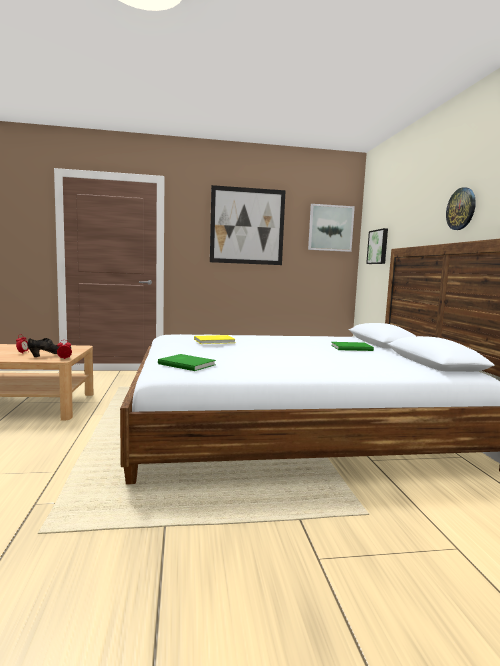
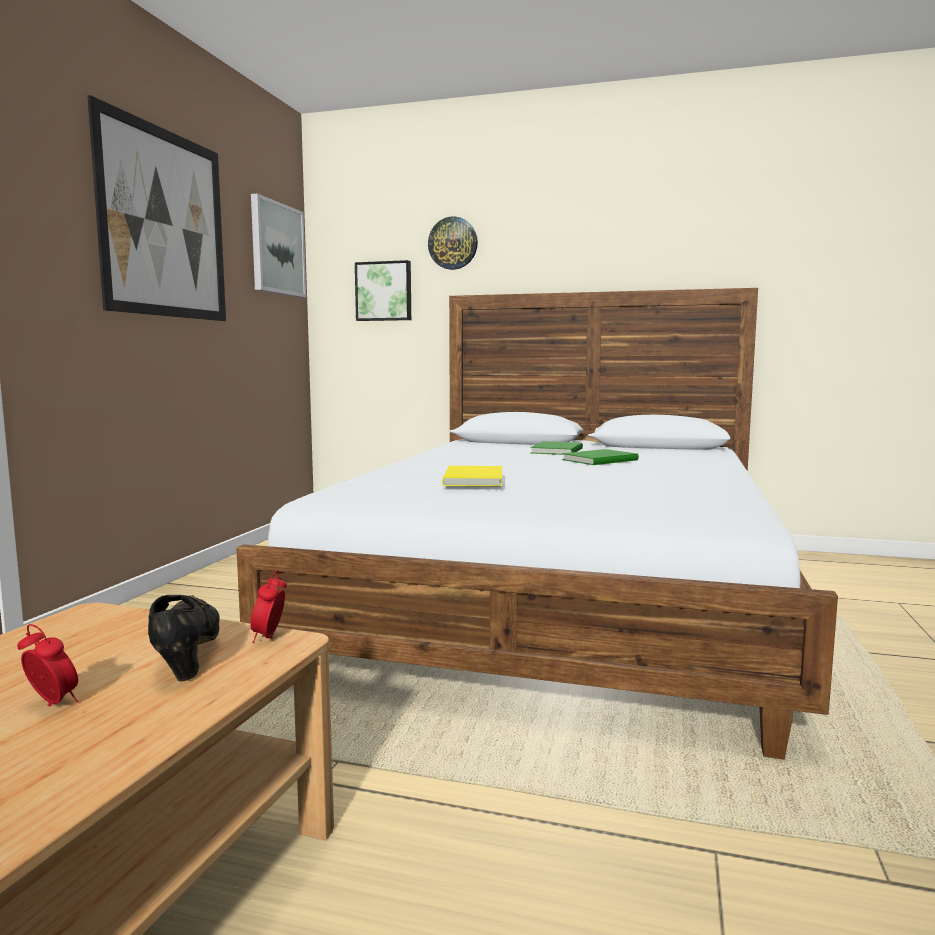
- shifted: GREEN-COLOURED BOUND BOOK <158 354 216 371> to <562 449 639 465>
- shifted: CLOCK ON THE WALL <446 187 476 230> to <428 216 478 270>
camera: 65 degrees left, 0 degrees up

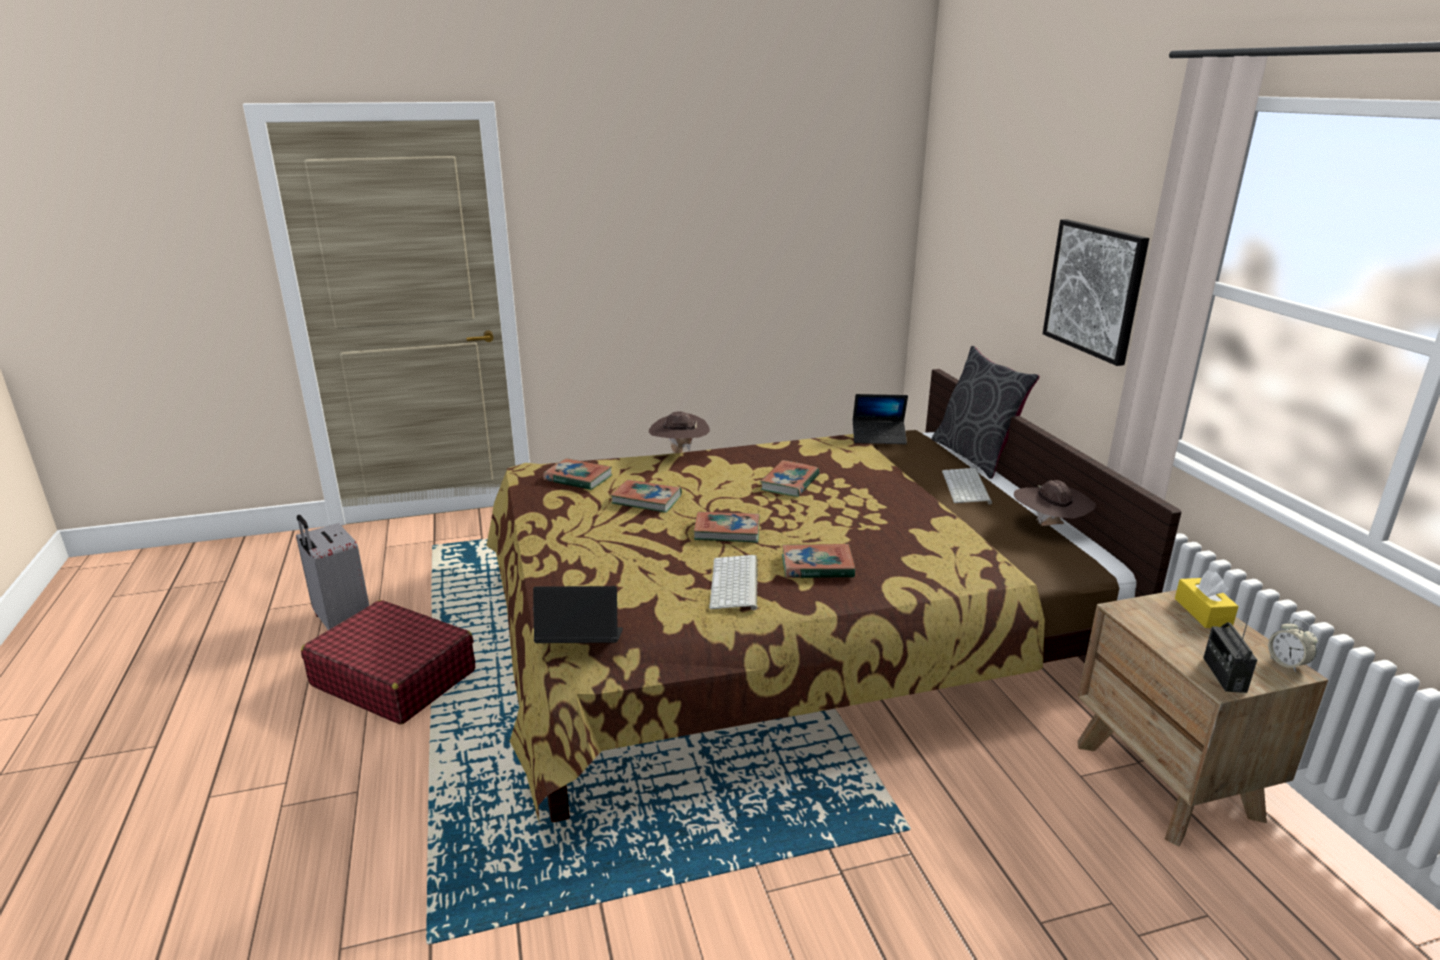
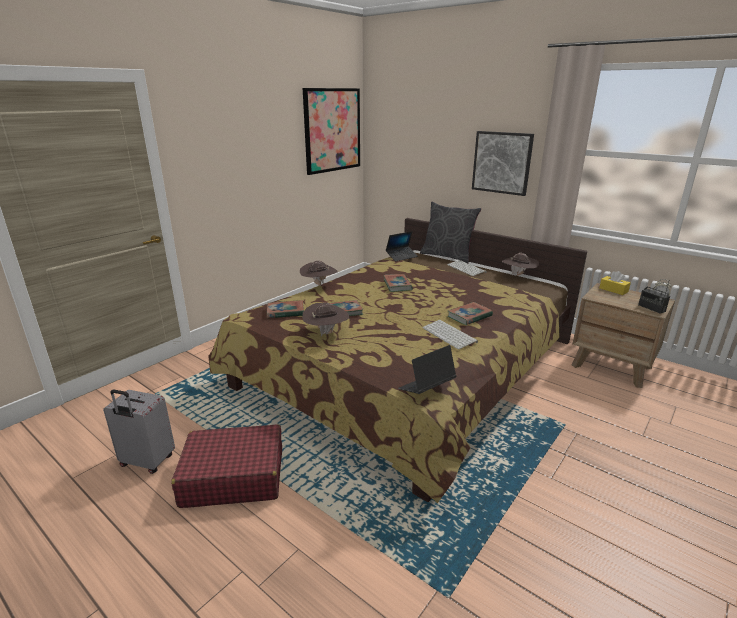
- gone: BOUND BOOK <694 512 759 543>
- new: BROWN-COLOURED WEARABLE HAT <302 303 349 336>
- new: WALL ART <303 88 360 175>
camera: 35 degrees left, 0 degrees up

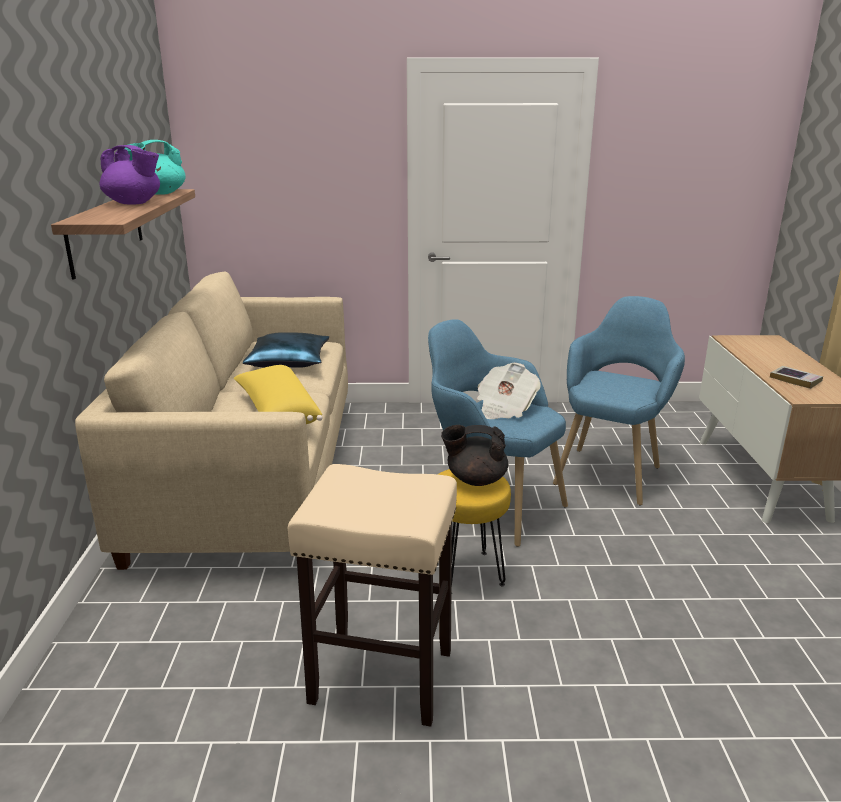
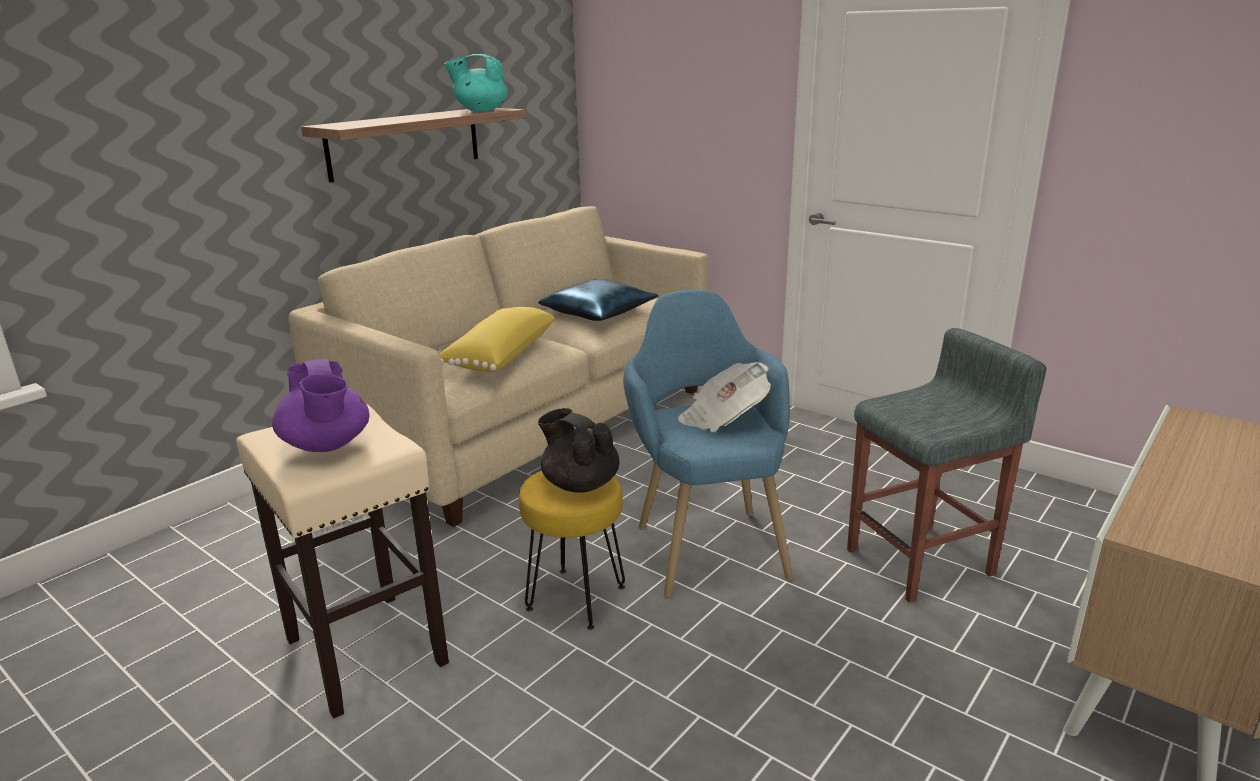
- shifted: PURPLISH POT FOR TEA <99 145 160 205> to <272 359 369 452>
- swapped: BLUISH LOUNGE CHAIR <553 296 685 506> to GRAY SITTING STOOL <847 328 1046 603>
- gone: BOUND BOOK <770 366 823 389>
camera: 40 degrees right, 0 degrees up

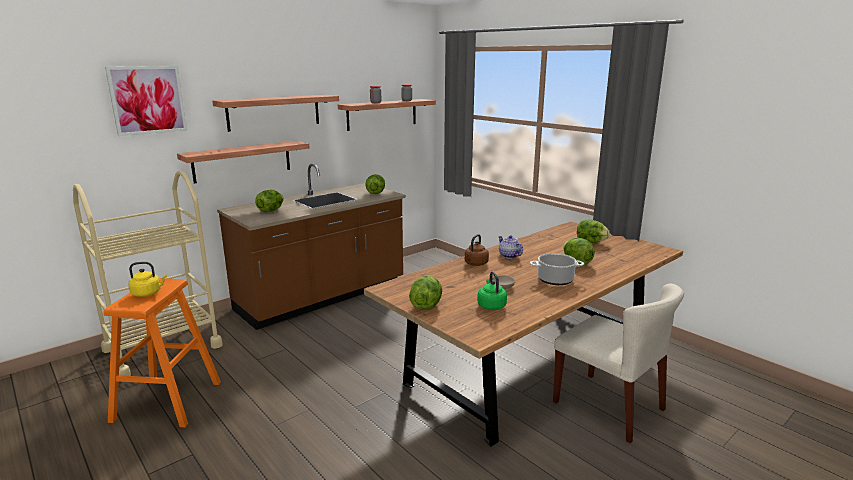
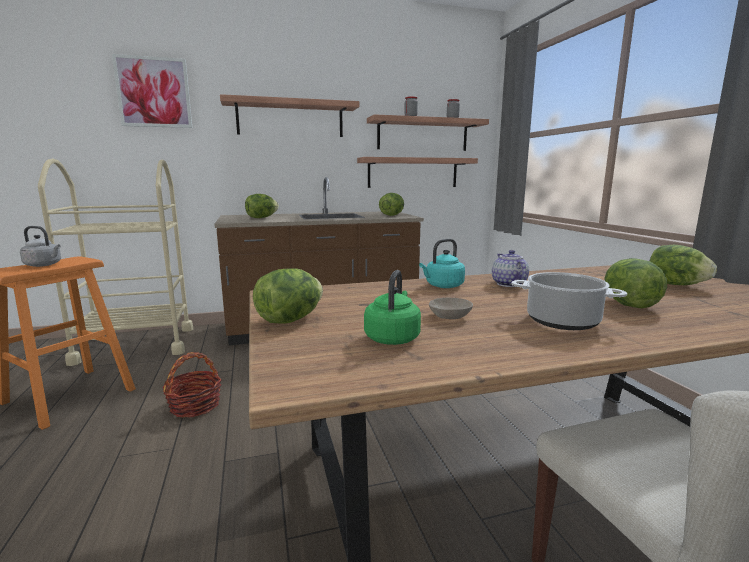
- repainted: YELLOWISH KETTLE <128 262 167 297> to GRAY KETTLE <20 226 61 267>
- shifted: SHELF <177 141 309 184> to <357 157 478 188>
- repainted: BROWN-COLOURED KETTLE <465 234 489 266> to TURQUOISE KETTLE <419 239 465 288>
- new: STORAGE BASKET <163 352 222 418>
camera: 25 degrees right, 5 degrees down

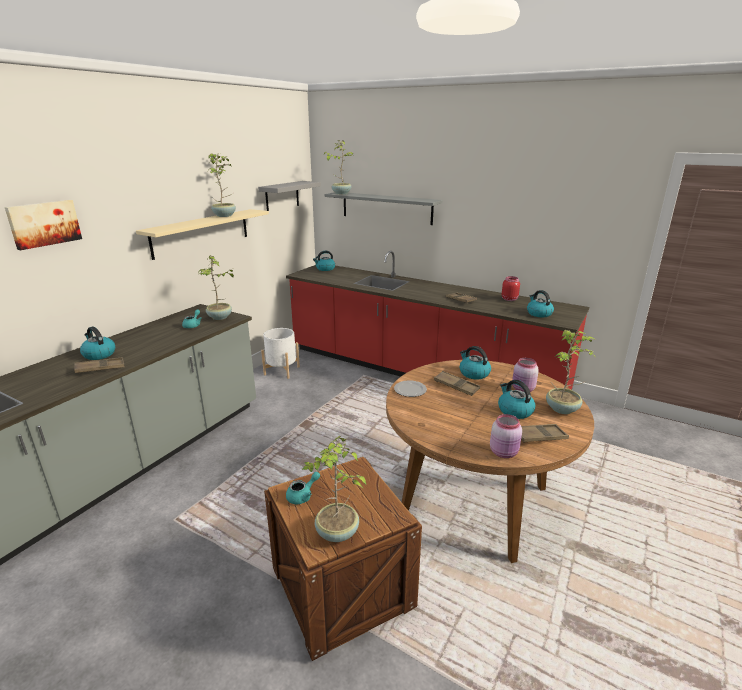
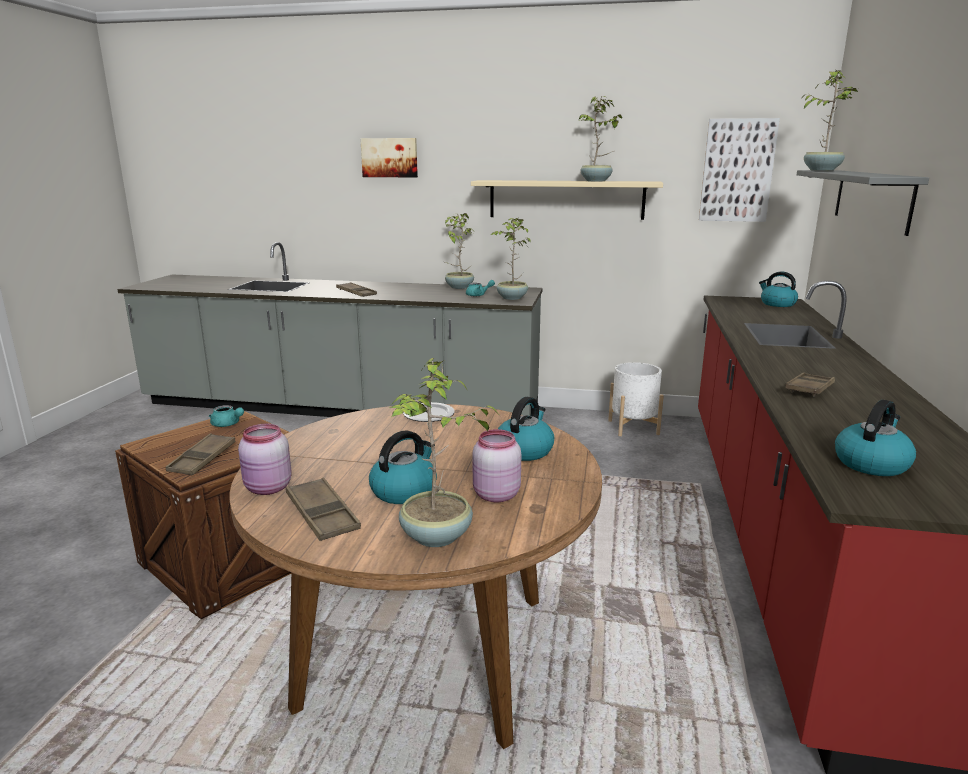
- gone: KETTLE <80 327 115 360>
- swapped: GRAY SHELF <258 181 321 211> to WALL ART <699 118 780 222>
- shifted: PLANT IN A POT <302 436 366 542> to <445 213 474 289>
- shifted: BROWN-COLOURED TRAY <434 371 480 396> to <165 433 235 475>
- gone: RED-COLOURED STORAGE JAR <502 276 520 301>
camera: 70 degrees right, 5 degrees down

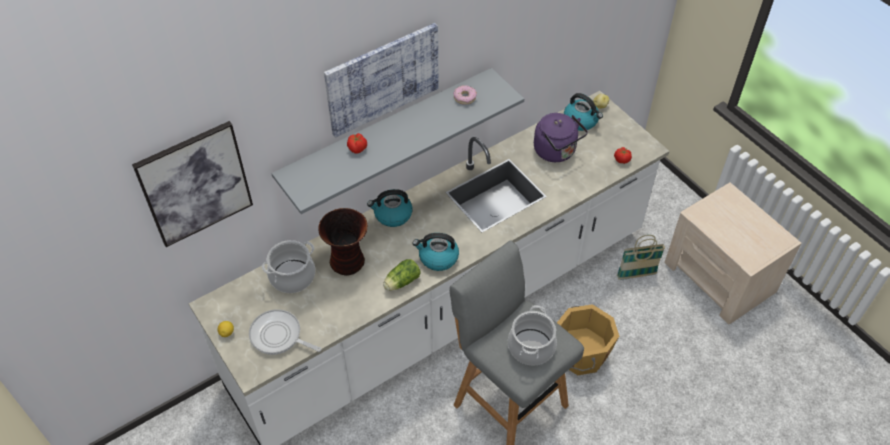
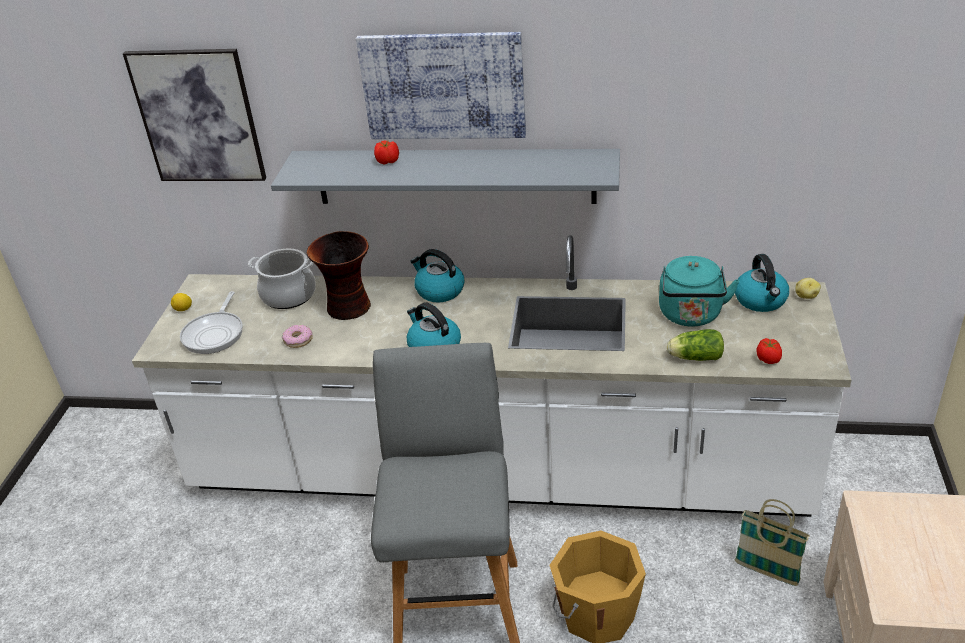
- rotated: SKILLET <249 309 321 355> = <180 291 243 354> 150 degrees counterclockwise
- shifted: HEAD OF LETTUCE <383 259 421 291> to <667 329 724 361>
- shifted: DOUGHNUT <453 85 477 105> to <282 325 313 348>
- gone: SAUCEPOT <508 305 557 366>
- repainted: PURPLISH KETTLE <534 113 588 162> to TURQUOISE KETTLE <659 256 740 327>
camera: 45 degrees right, 15 degrees down

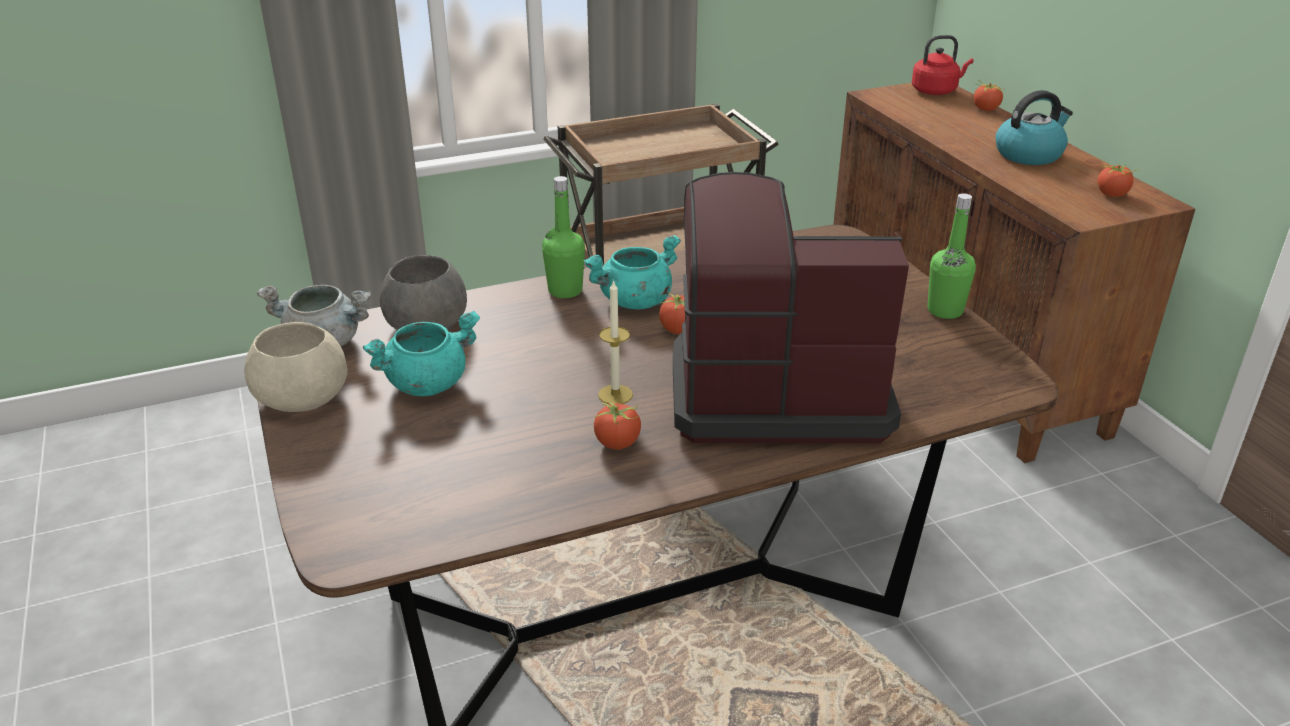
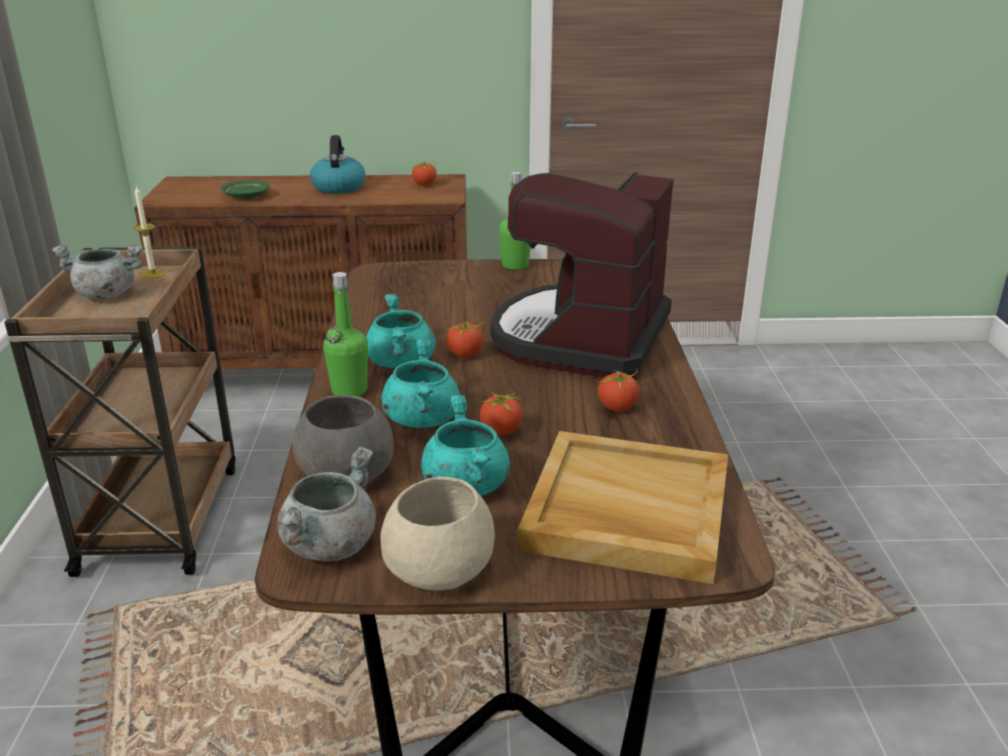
- shifted: CANDLE <598 280 633 405> to <133 186 166 279>
- gone: RED-COLOURED KETTLE <912 35 974 95>
- shifted: FRESH TOMATO <974 79 1003 111> to <477 392 522 435>
- new: GRAY SAUCEPOT <51 244 143 299>
- new: GREEN-COLOURED FLAT DISH <220 180 269 199>
- new: TURQUOISE SAUCEPOT <382 339 460 428>
- new: SAND-COLOURED TRAY <518 431 728 584>
camera: 70 degrees left, 5 degrees down

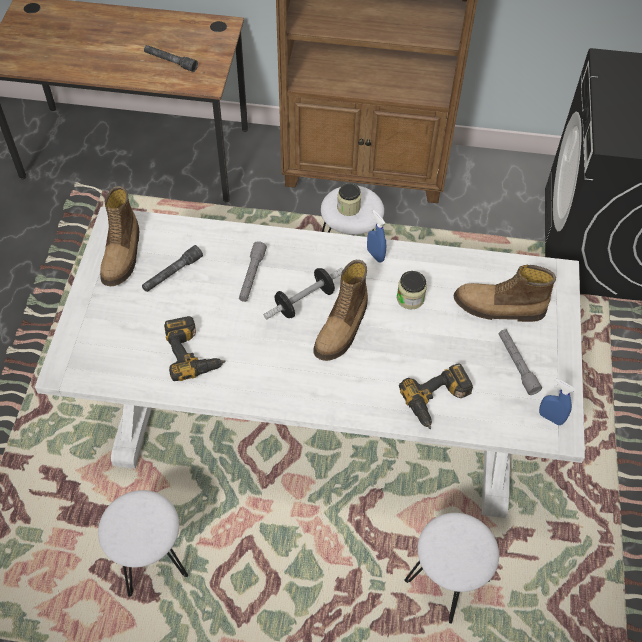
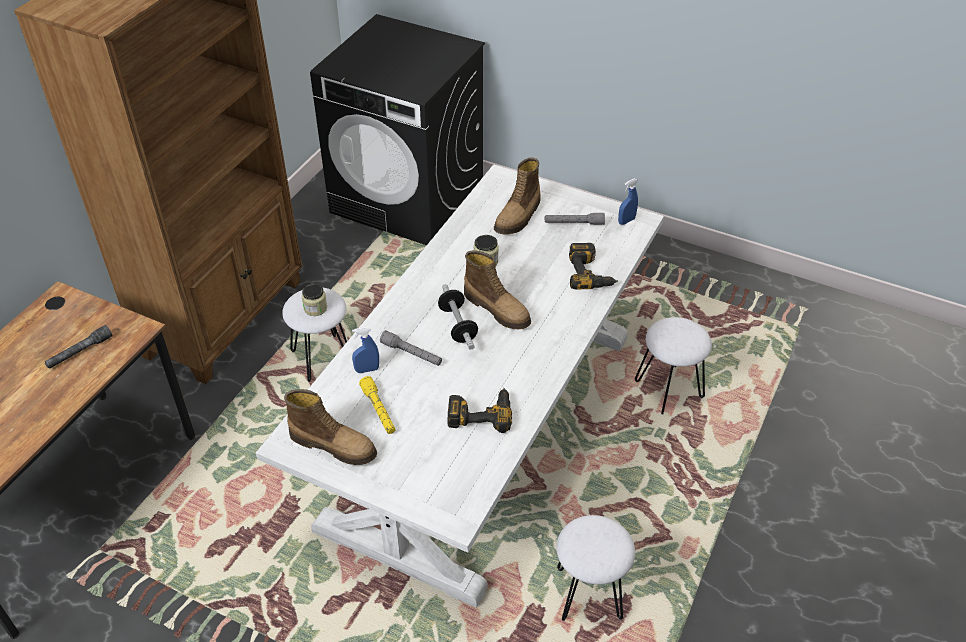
- repainted: GRAY FLASHLIGHT <142 245 203 292> to YELLOWISH FLASHLIGHT <359 376 396 434>
- shifted: BLUISH SPRAYER <367 210 386 262> to <352 327 379 373>
camera: 70 degrees left, 10 degrees down

